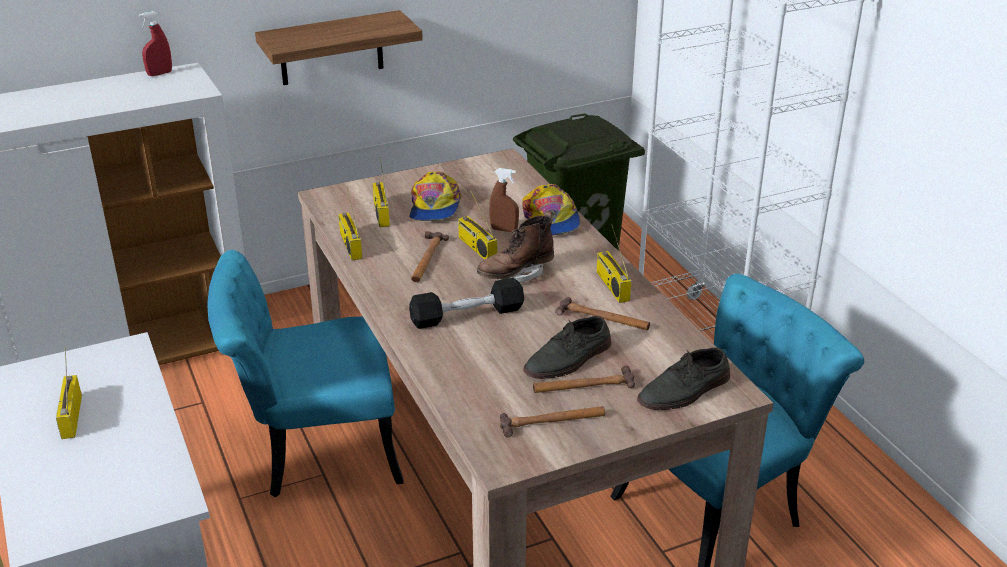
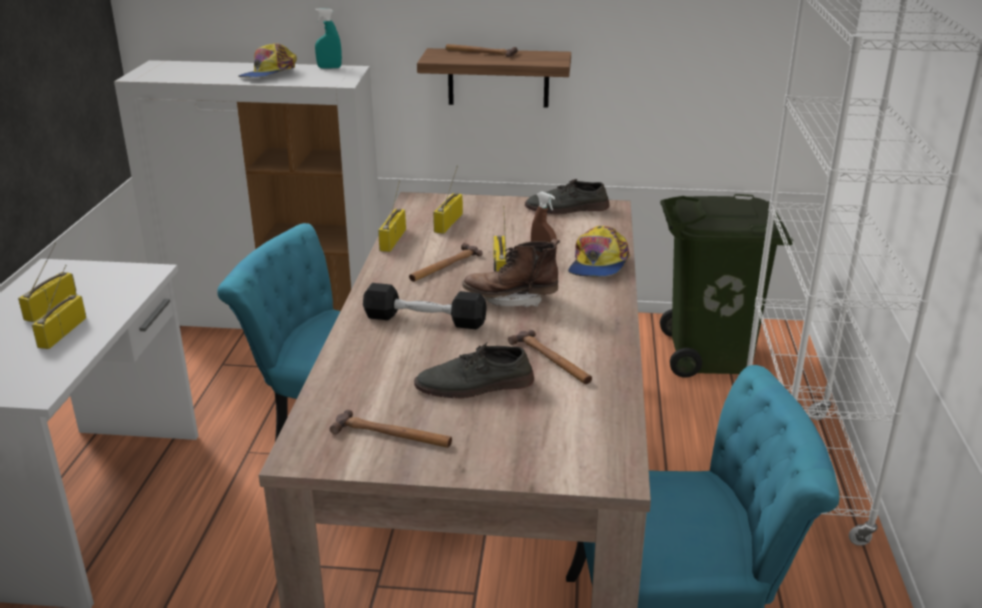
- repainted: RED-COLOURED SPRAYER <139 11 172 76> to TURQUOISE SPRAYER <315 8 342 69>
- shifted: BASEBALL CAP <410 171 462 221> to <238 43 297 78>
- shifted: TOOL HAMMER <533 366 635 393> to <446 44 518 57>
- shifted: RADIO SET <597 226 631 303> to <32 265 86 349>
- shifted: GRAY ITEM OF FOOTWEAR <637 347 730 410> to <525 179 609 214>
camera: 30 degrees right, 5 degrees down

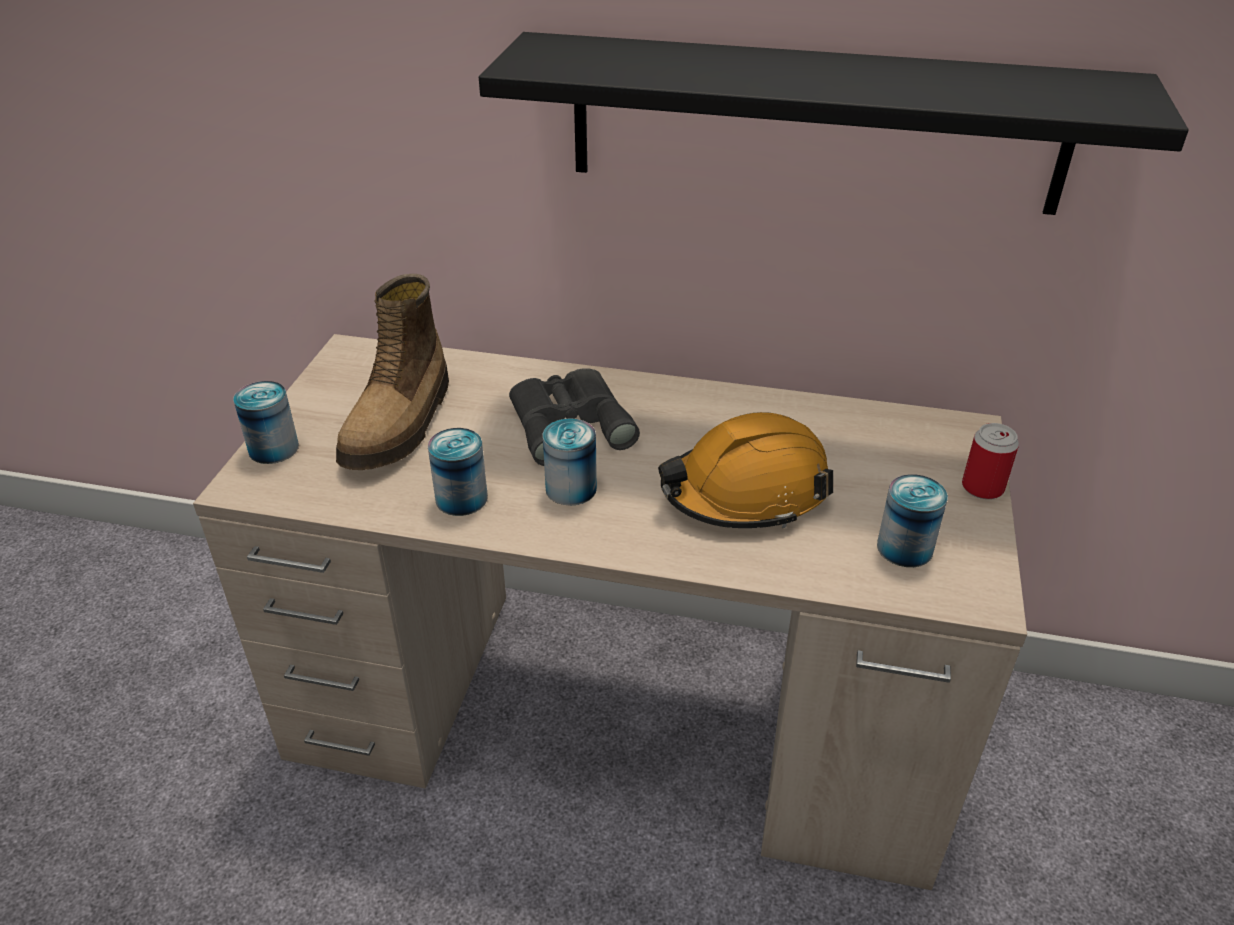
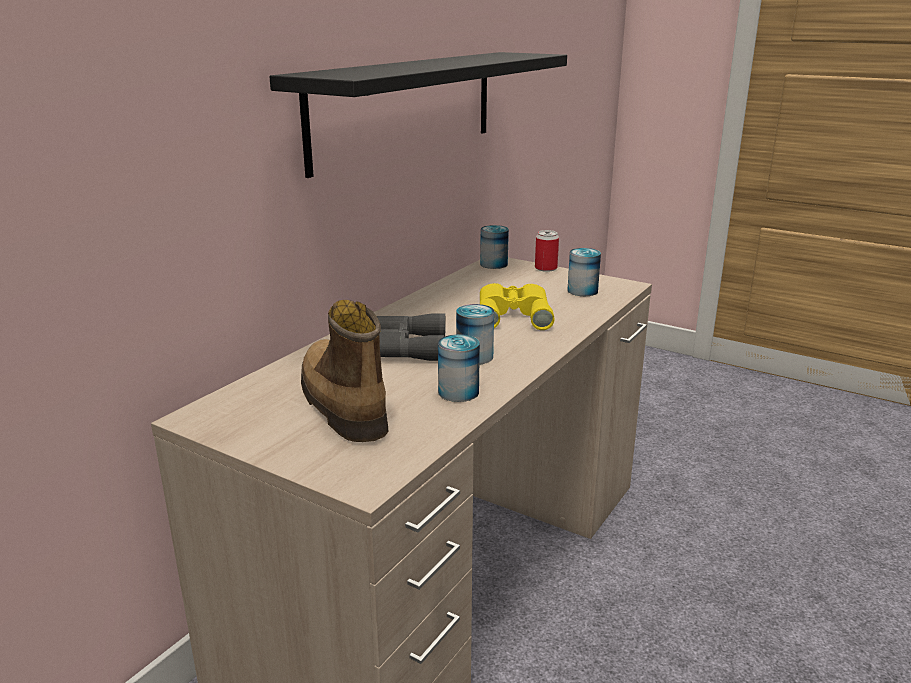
- shifted: METAL CAN <233 381 299 464> to <480 225 509 269>
- rotated: BOOT <336 274 449 470> = <301 300 388 442> 150 degrees counterclockwise
- swapped: ORANGEY HARD HAT <658 412 833 528> to YELLOWISH FIELD GLASSES <480 283 555 330>
camera: 70 degrees left, 15 degrees down

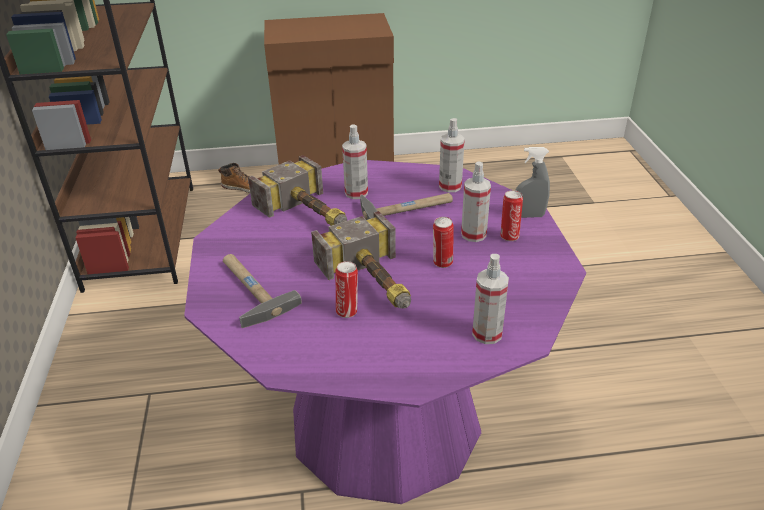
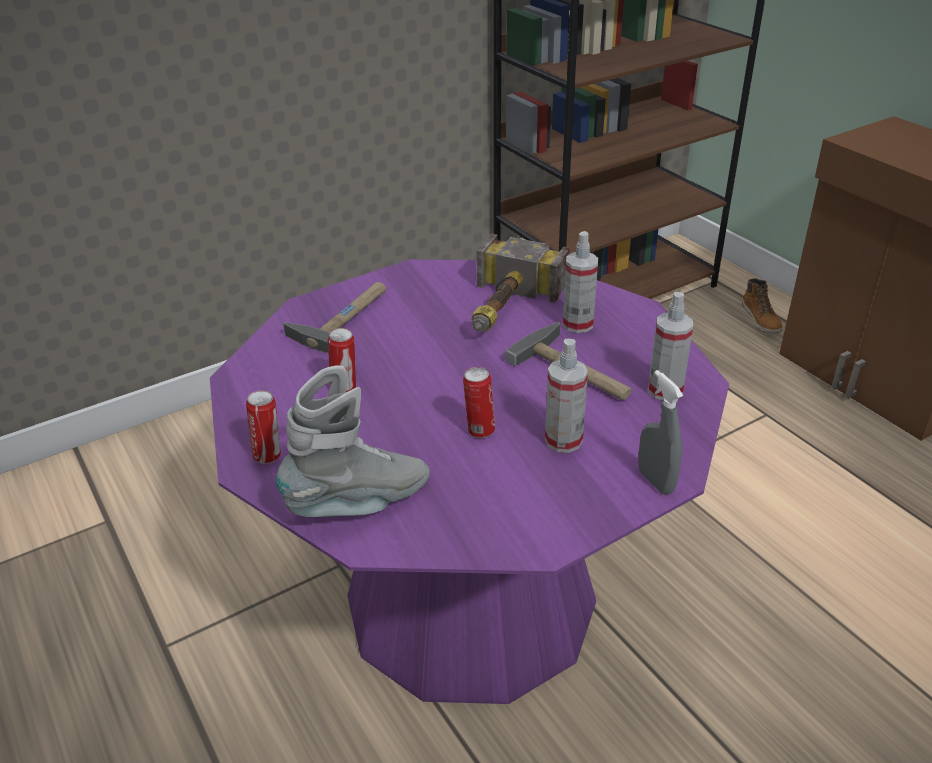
- gone: TOOL HAMMER <311 211 411 308>
- swapped: SPRAYER <472 254 509 344> to GRAY BOOT <276 366 430 517>
- shifted: METAL CAN <500 190 523 241> to <246 390 281 464>
camera: 65 degrees right, 0 degrees up

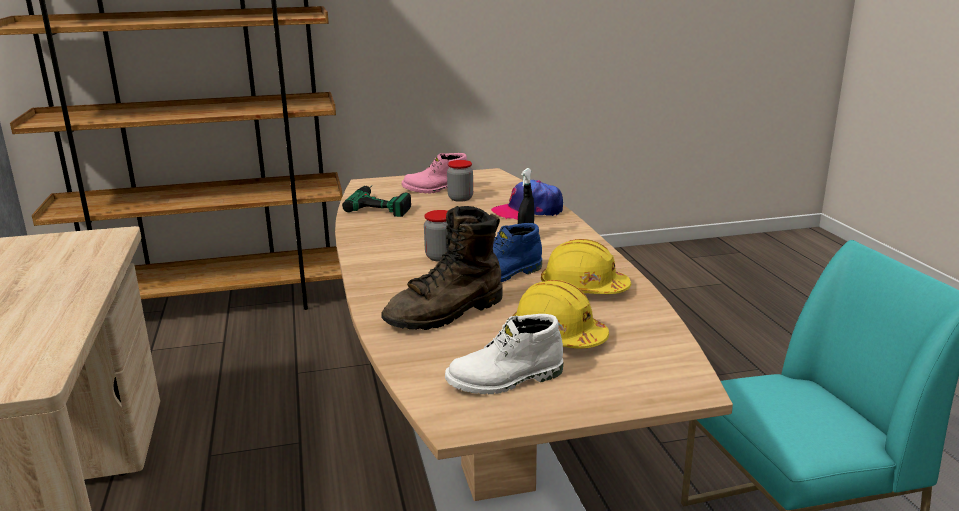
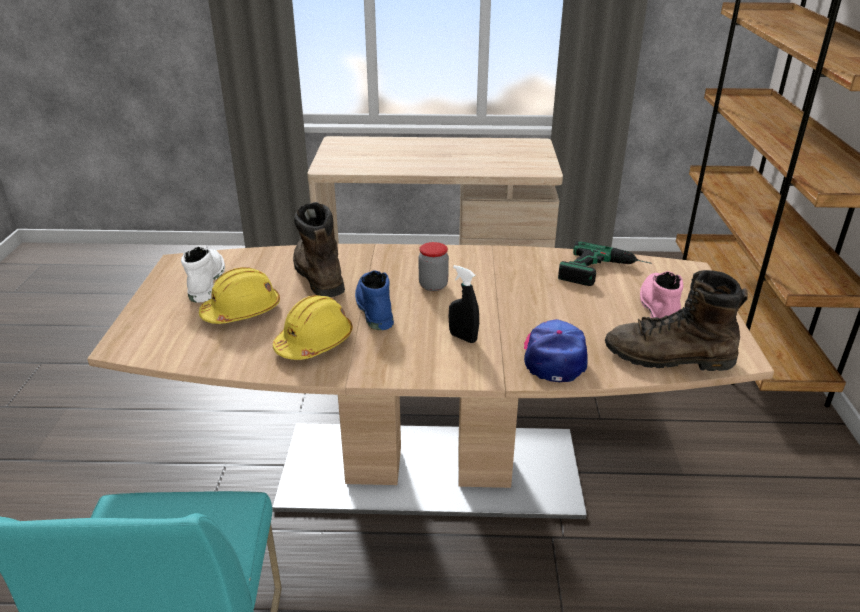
- gone: STORAGE JAR <447 160 473 202>
- new: BROWN-COLOURED BOOT <605 270 748 371>
camera: 105 degrees right, 10 degrees up

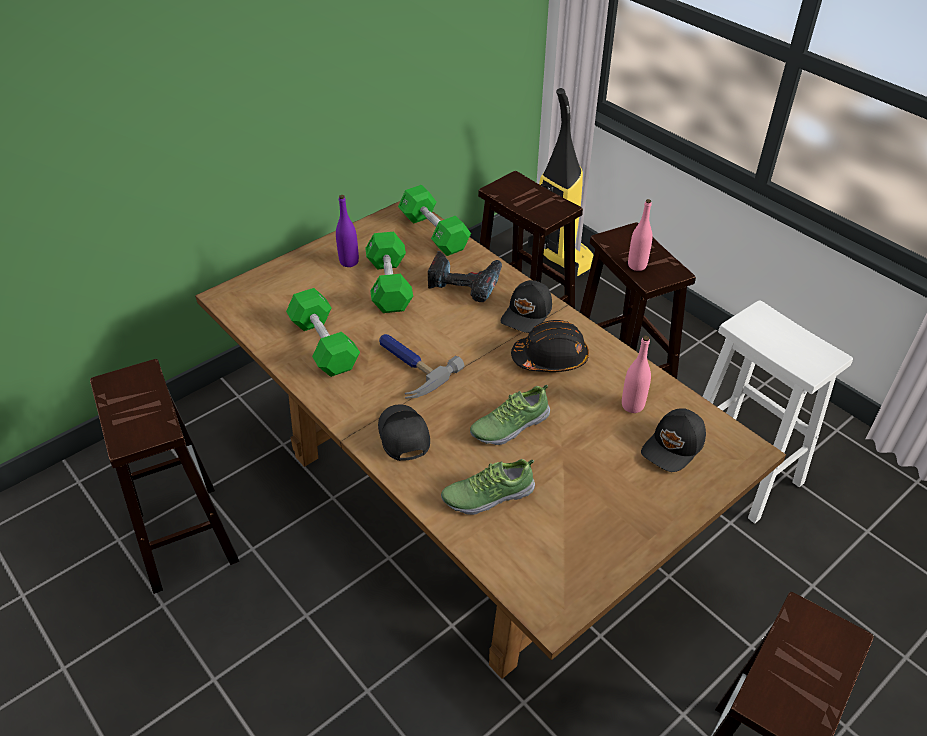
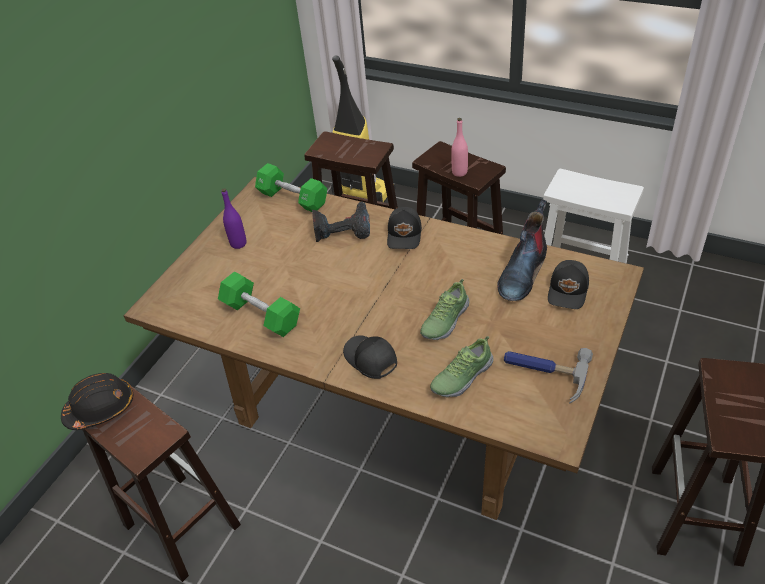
- gone: GREEN-COLOURED DUMBBELL <365 232 413 313>
- shifted: TOOL HAMMER <379 334 465 398> to <504 348 593 403>
- shifted: BLACK HARD HAT <511 320 589 372> to <61 373 133 430>
- swapped: PINK-COLOURED BOTTLE <622 336 651 413> to BOOT <497 199 547 301>
camera: 20 degrees left, 0 degrees up

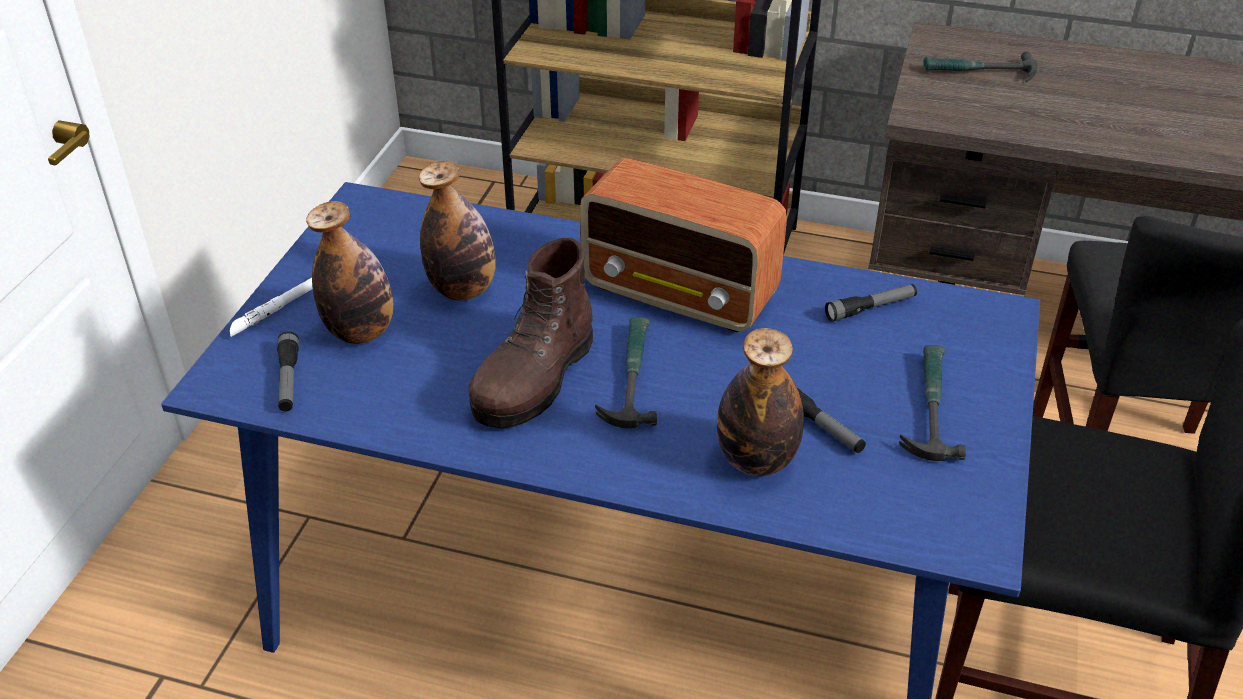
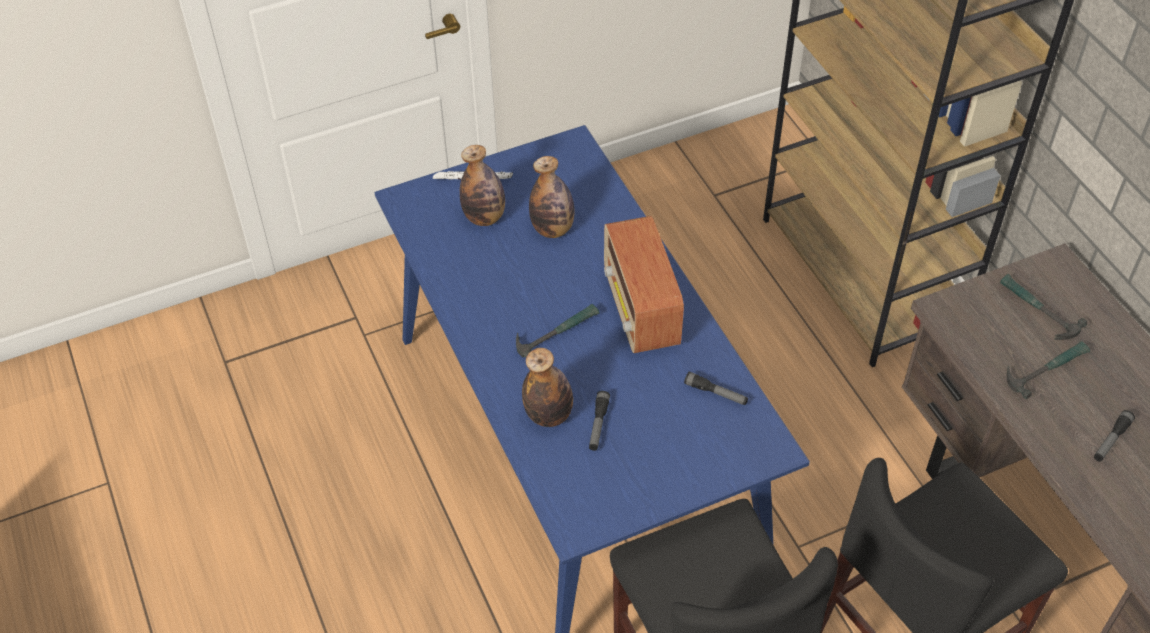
- shifted: FLASHLIGHT <277 331 299 411> to <1094 410 1135 462>
- gone: BROWN-COLOURED BOOT <469 238 593 428>
- shifted: TOOL HAMMER <899 345 966 461> to <1007 341 1090 399>
camera: 50 degrees right, 10 degrees up

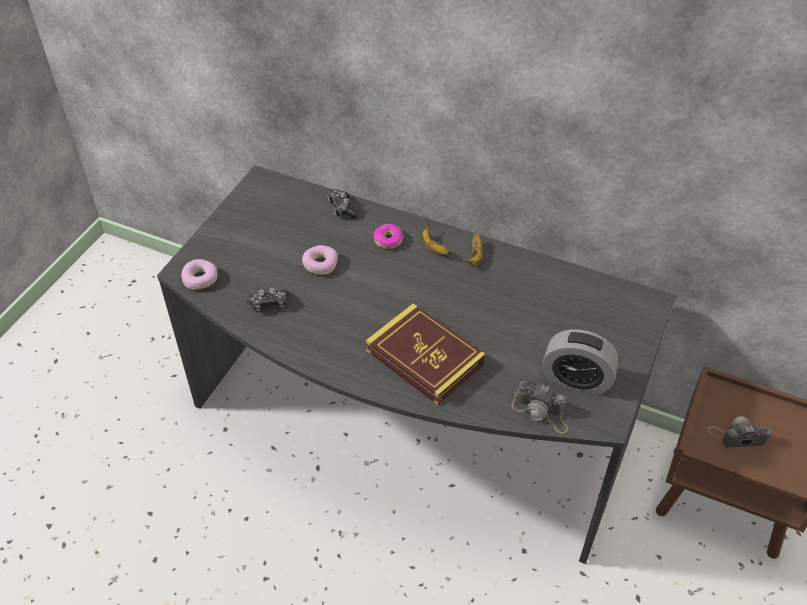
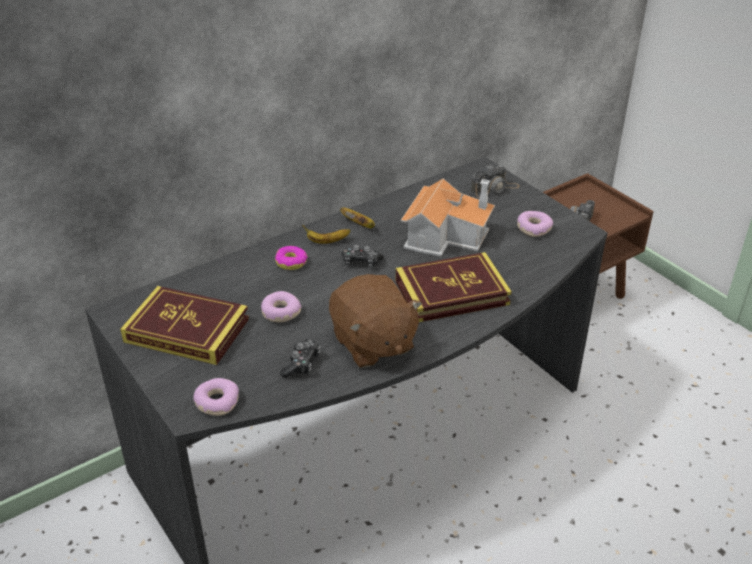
- shifted: GAMEPAD <327 189 359 219> to <342 244 384 268>
- shifted: STILL CAMERA <511 381 568 434> to <471 165 520 198>
- swapped: BEDSIDE CLOCK <542 329 619 395> to DOUGHNUT <517 211 553 237>
- new: BOUND BOOK <120 286 249 365>
- new: BROWN-COLOURED PLUSH TOY <329 274 422 368>
- new: MINIATURE HOUSE <401 179 495 257>
camera: 60 degrees left, 10 degrees down

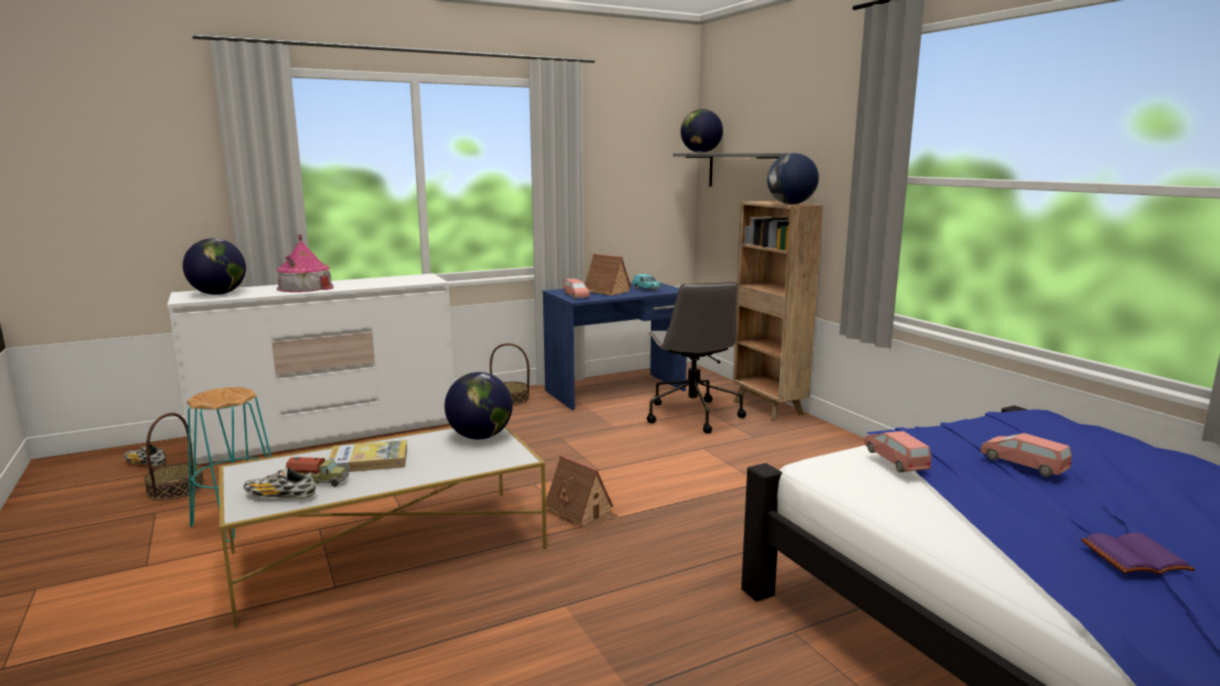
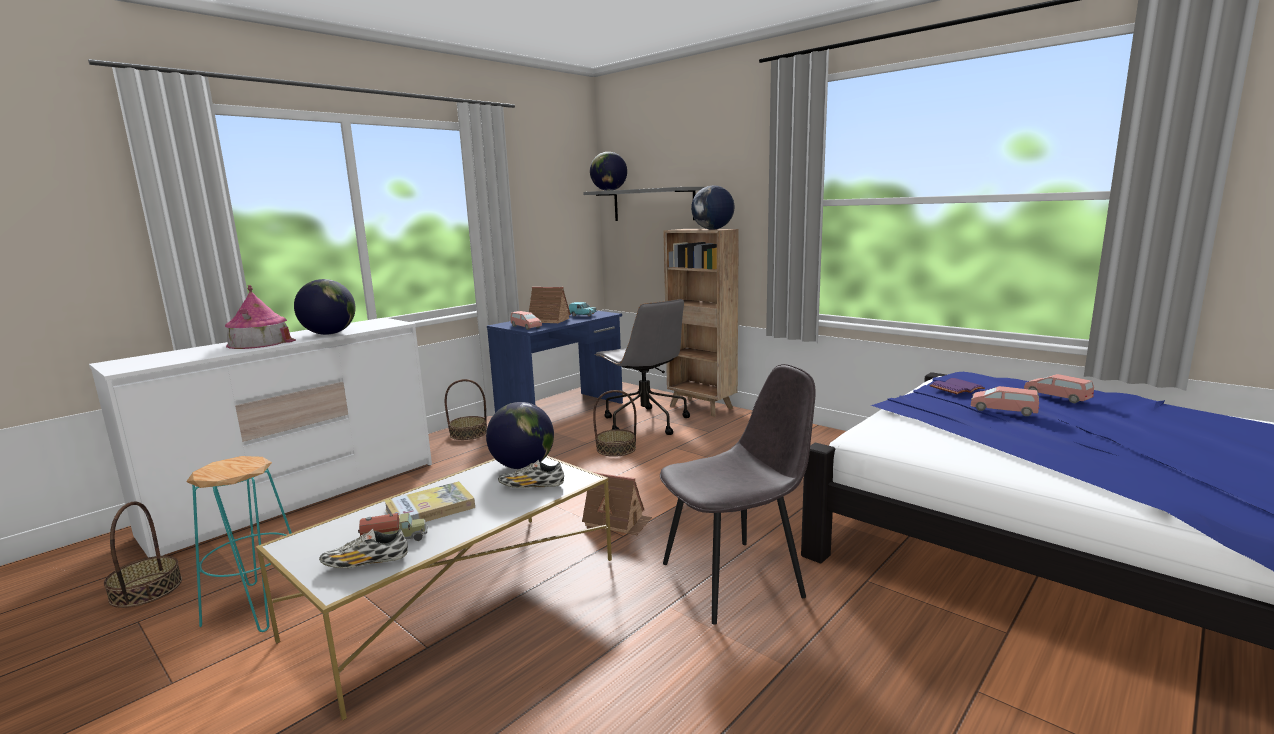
- shifted: ITEM OF FOOTWEAR <124 444 166 467> to <498 460 564 488>
- shifted: DESK GLOBE <183 238 246 295> to <294 279 355 335>
- shifted: PINK-COLOURED TOY CAR <864 431 931 472> to <1024 374 1094 403>
- shifted: PURPLISH BOUND BOOK <1081 532 1195 574> to <929 378 985 394>
- new: STORAGE BASKET <593 390 636 457>
- new: GRAY CHAIR <660 364 816 624>
camera: 20 degrees left, 0 degrees up

